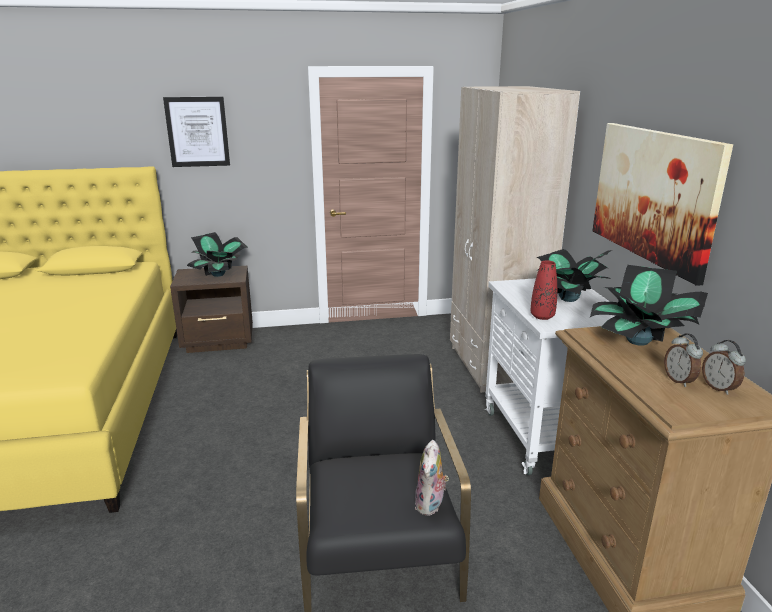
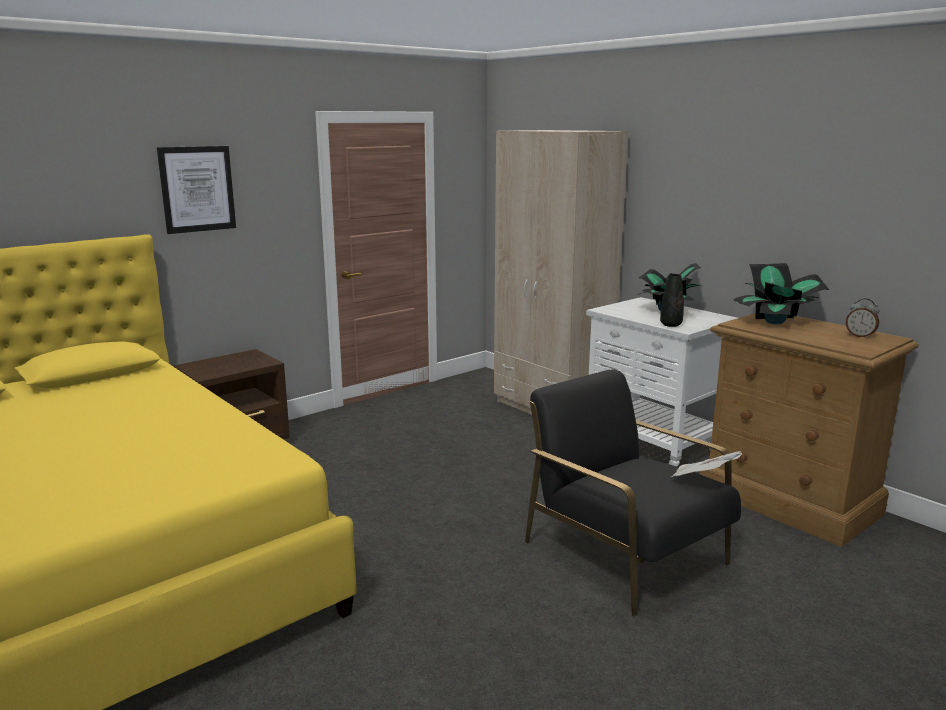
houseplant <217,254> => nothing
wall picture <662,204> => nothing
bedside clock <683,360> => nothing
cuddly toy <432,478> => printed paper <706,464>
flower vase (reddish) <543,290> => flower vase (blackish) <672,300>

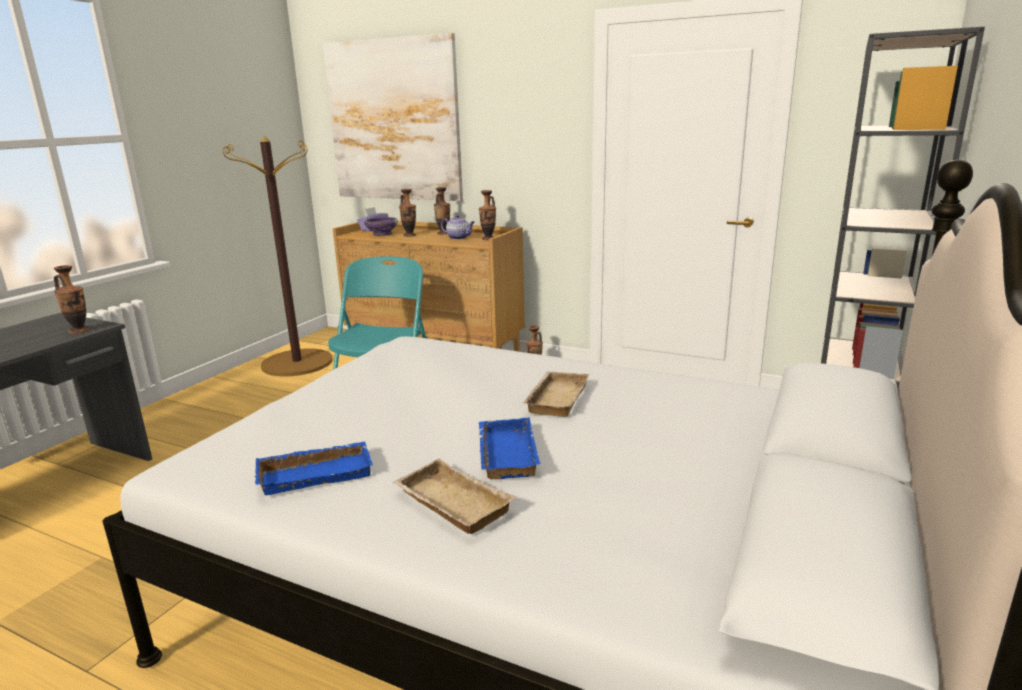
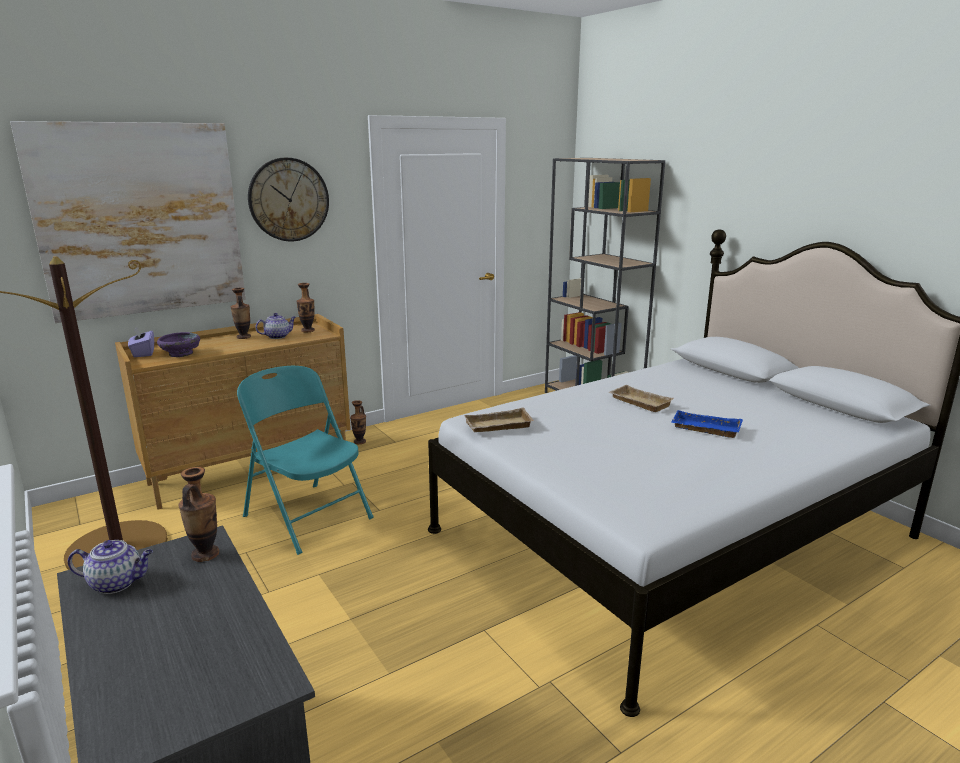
serving tray (blue-coloured) <314,468> => nothing
flower vase <407,213> => nothing
nothing => tea pot <110,567>
nothing => clock on the wall <288,199>
serving tray (beige-coloured) <454,496> => serving tray (beige-coloured) <499,419>, move

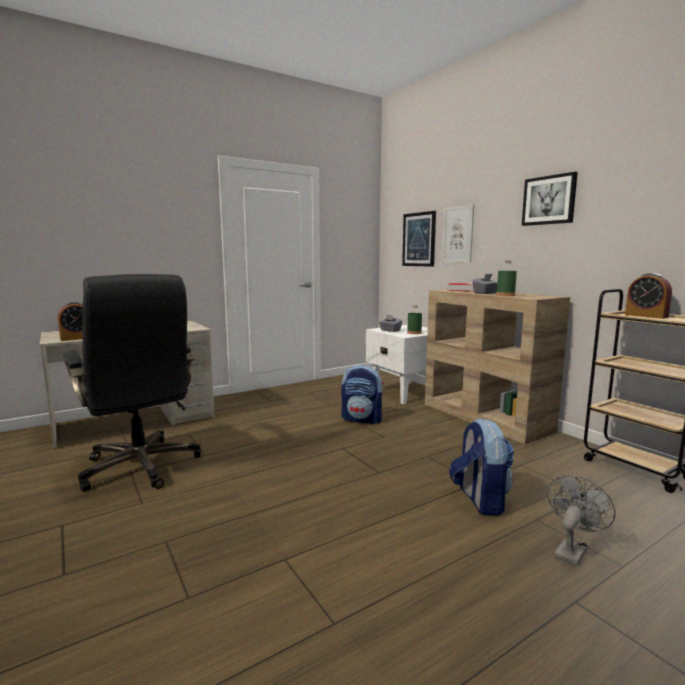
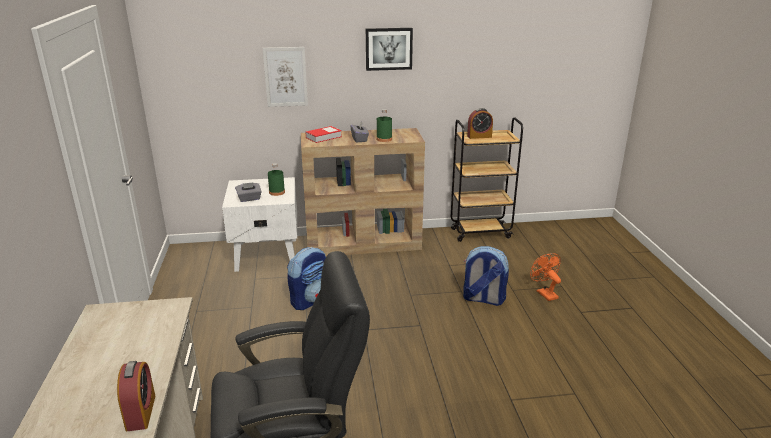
wall picture <419,239> => nothing
electric fan (gray) <581,520> => electric fan (orange-coloured) <545,277>

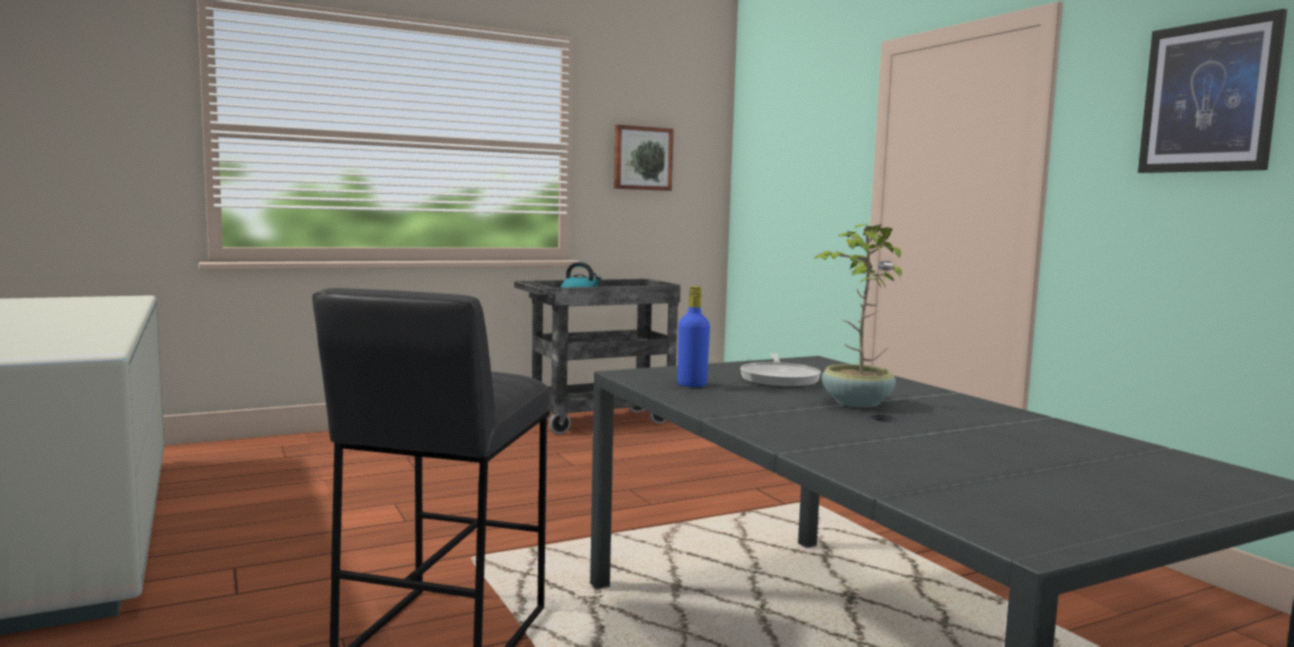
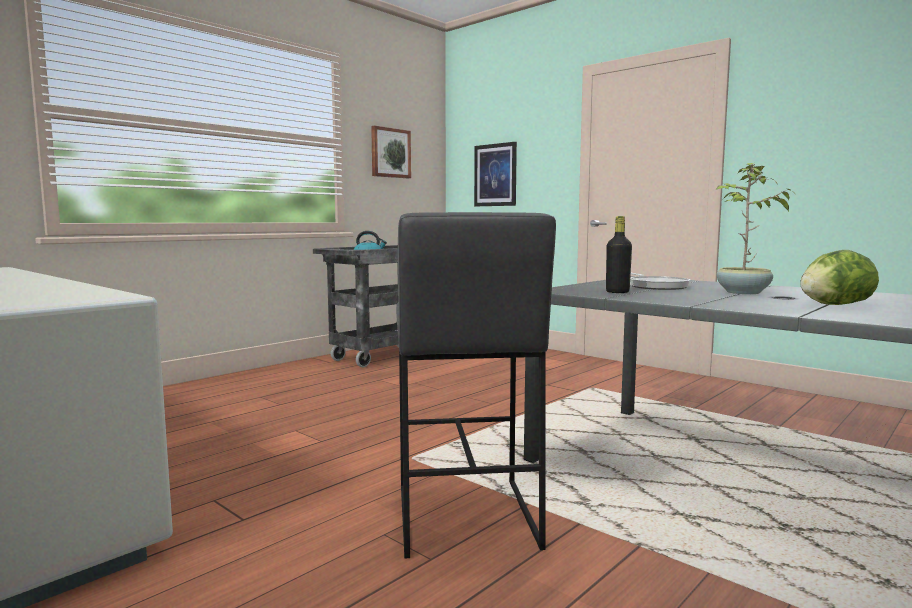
nothing => lettuce <839,277>
wall picture <1212,91> => wall picture <495,174>, move
drink bottle (blue-coloured) <694,336> => drink bottle (blackish) <619,254>

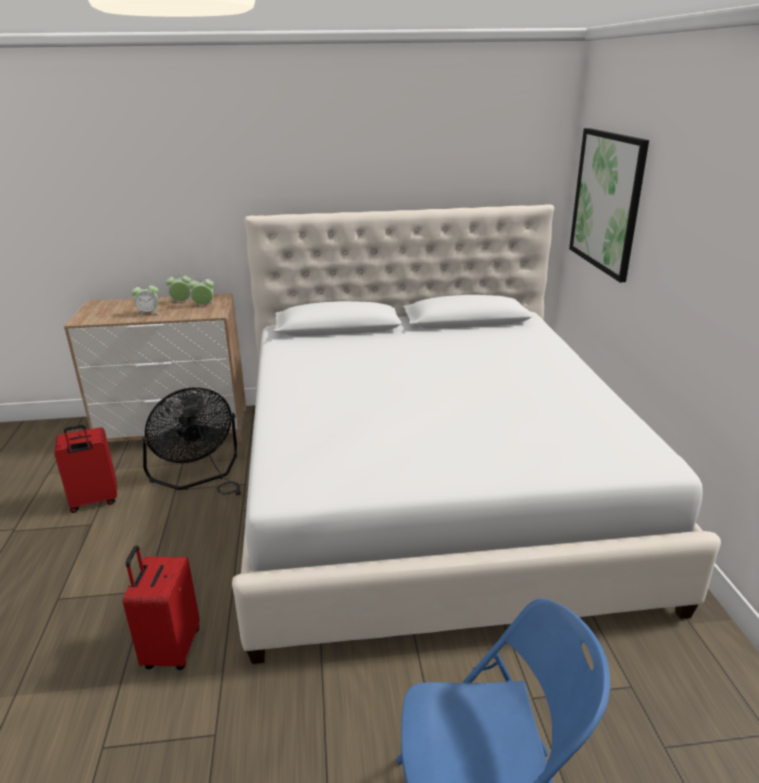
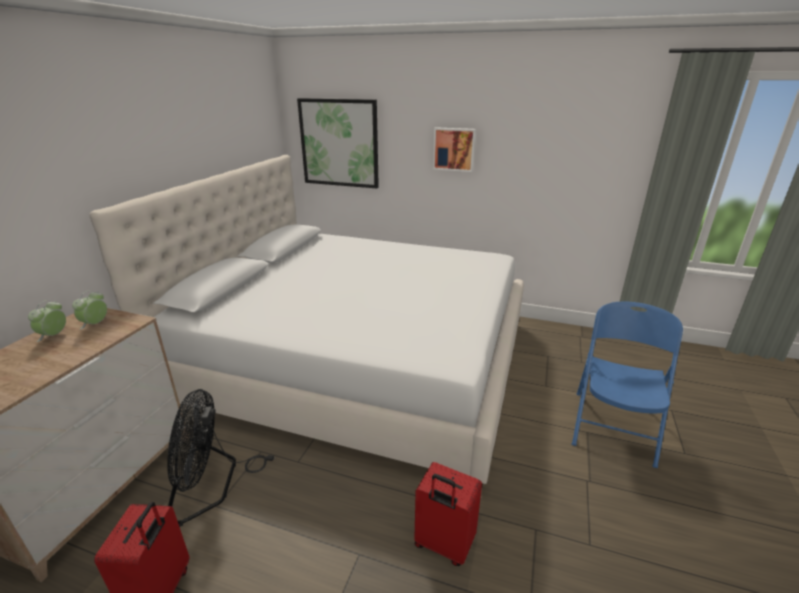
bedside clock <145,299> => nothing
nothing => wall picture <454,149>

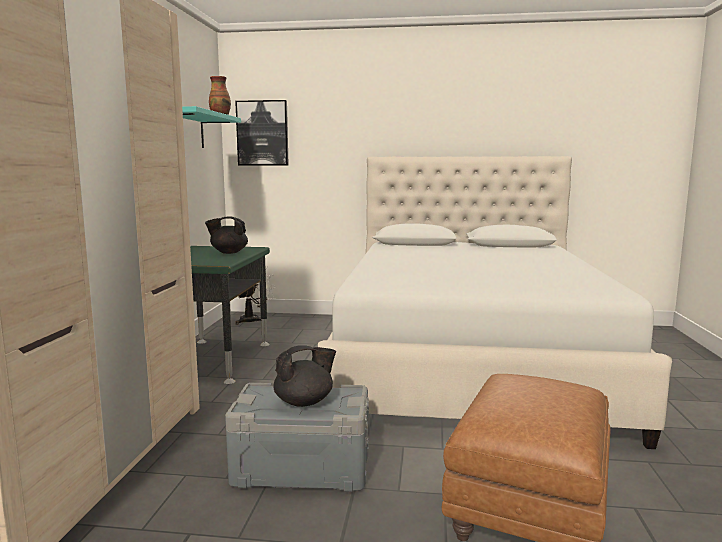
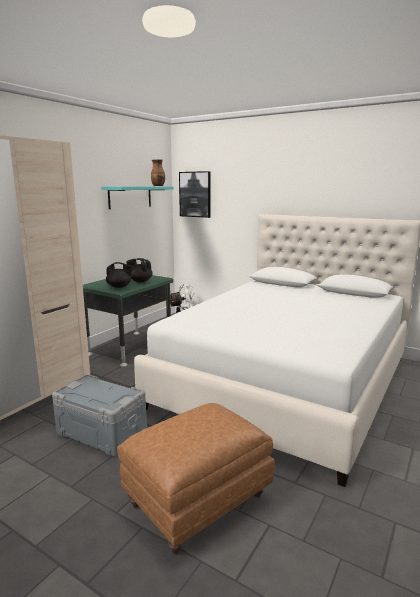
tea pot (blackish) <304,376> => tea pot (blackish) <120,275>, move

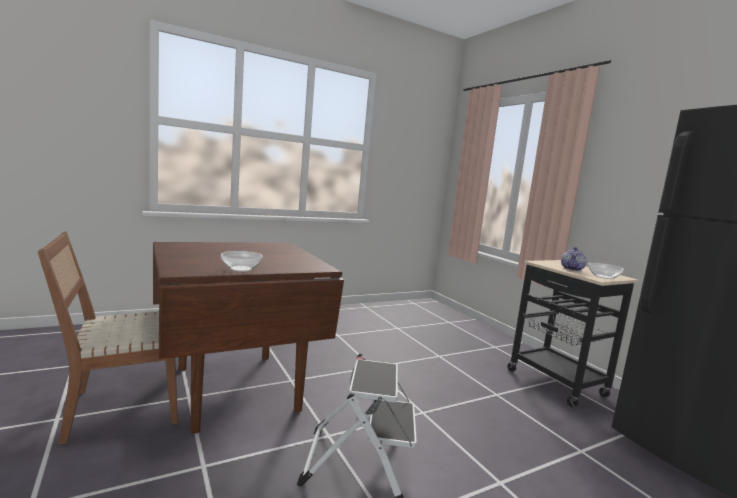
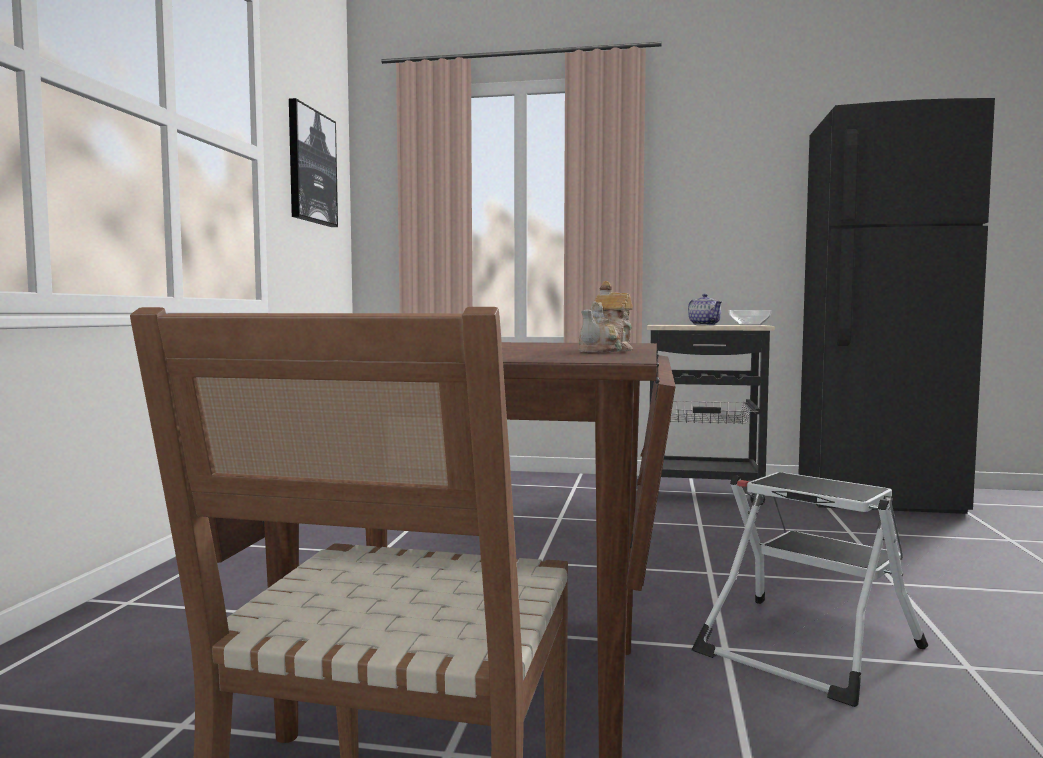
nothing => wall picture <313,162>
deep dish <241,261> => tea pot <606,316>

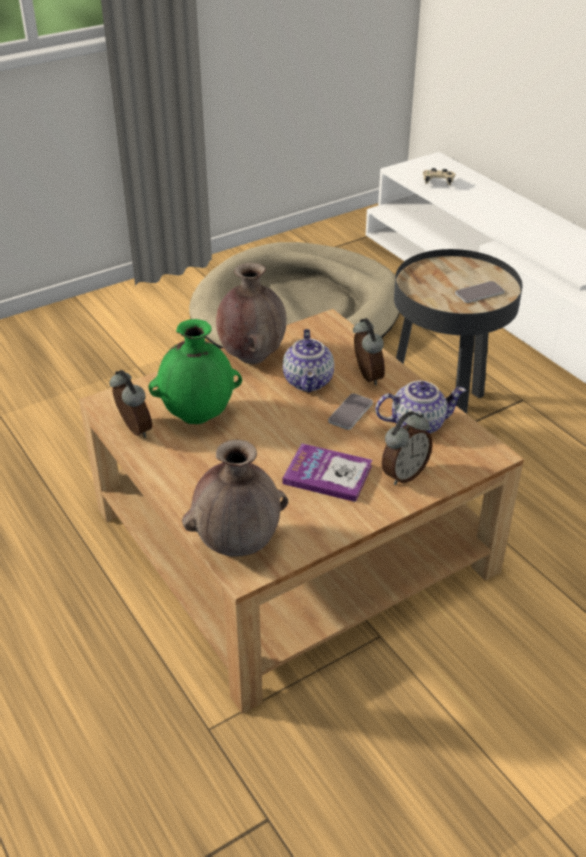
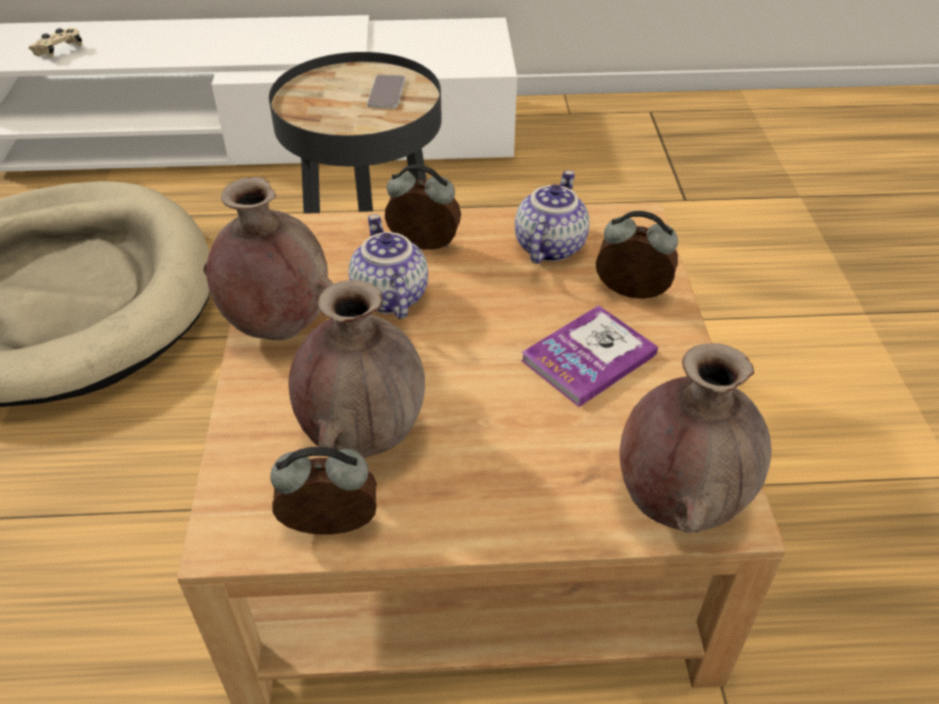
telephone <350,411> => nothing
flower vase (greenish) <195,371> => flower vase (brownish) <356,369>
tea pot <308,360> => tea pot <388,266>, 135 degrees counterclockwise
bedside clock <407,448> => bedside clock <637,255>, 60 degrees counterclockwise

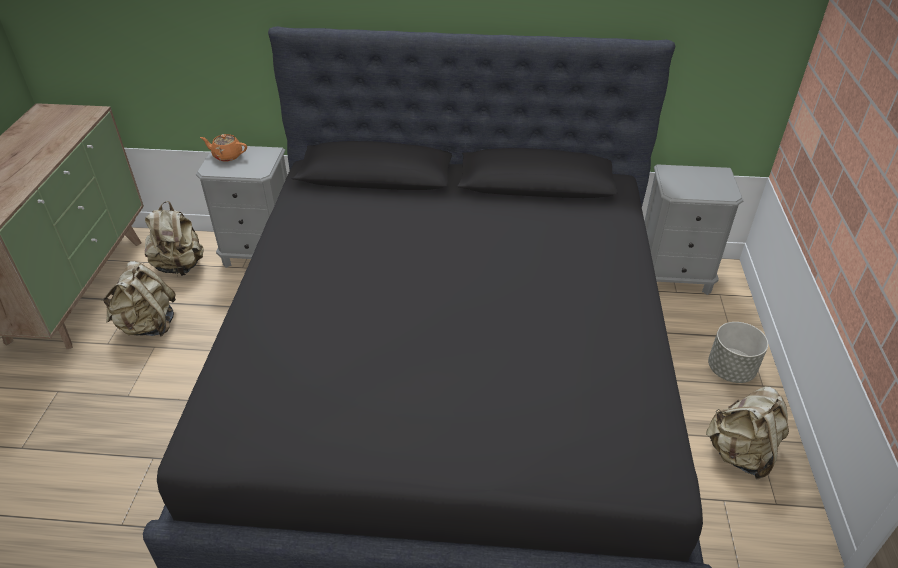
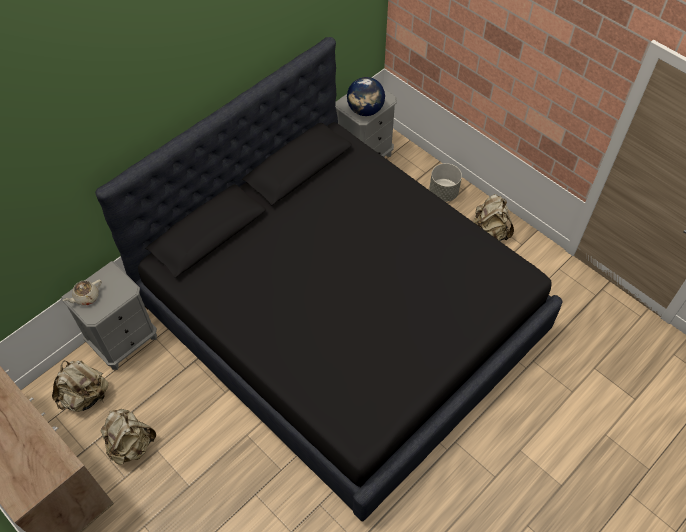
nothing => world globe <366,96>
tea pot (orange-coloured) <223,147> => tea pot (beige-coloured) <82,292>

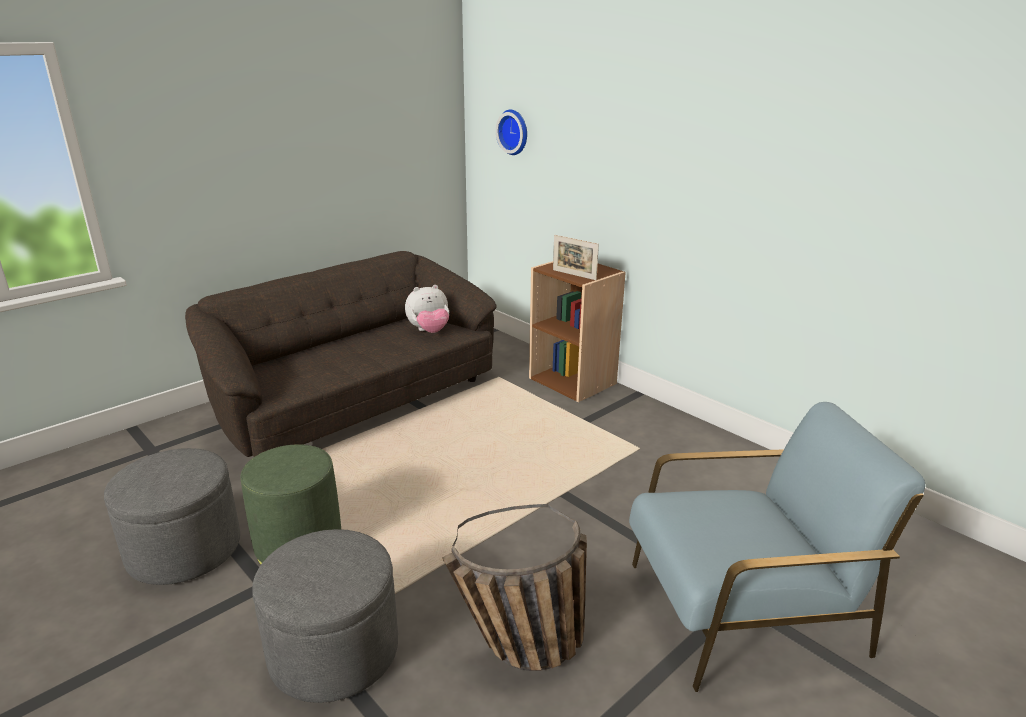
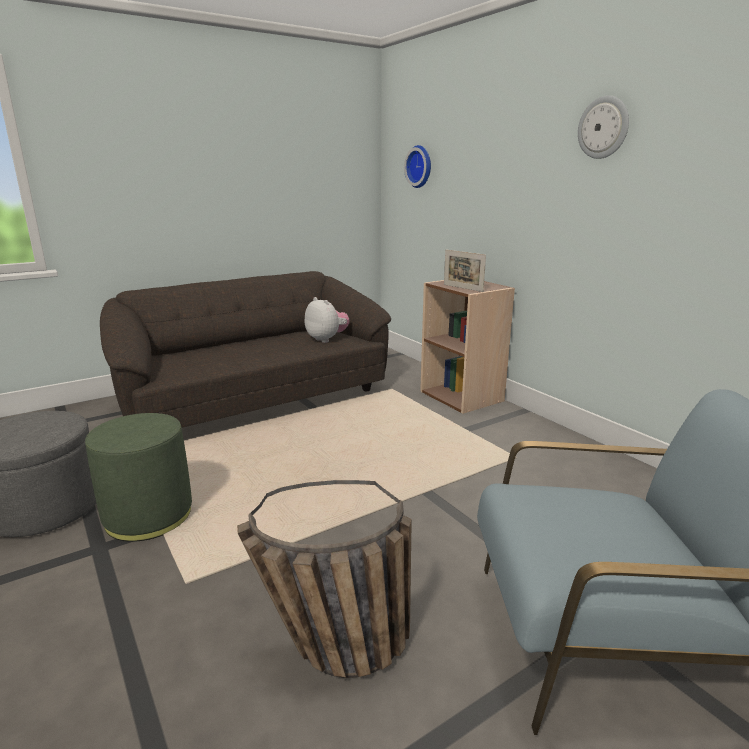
ottoman (gray) <325,616> => nothing
nothing => clock on the wall <603,127>
cuddly toy <427,309> => cuddly toy <327,320>, 120 degrees counterclockwise

